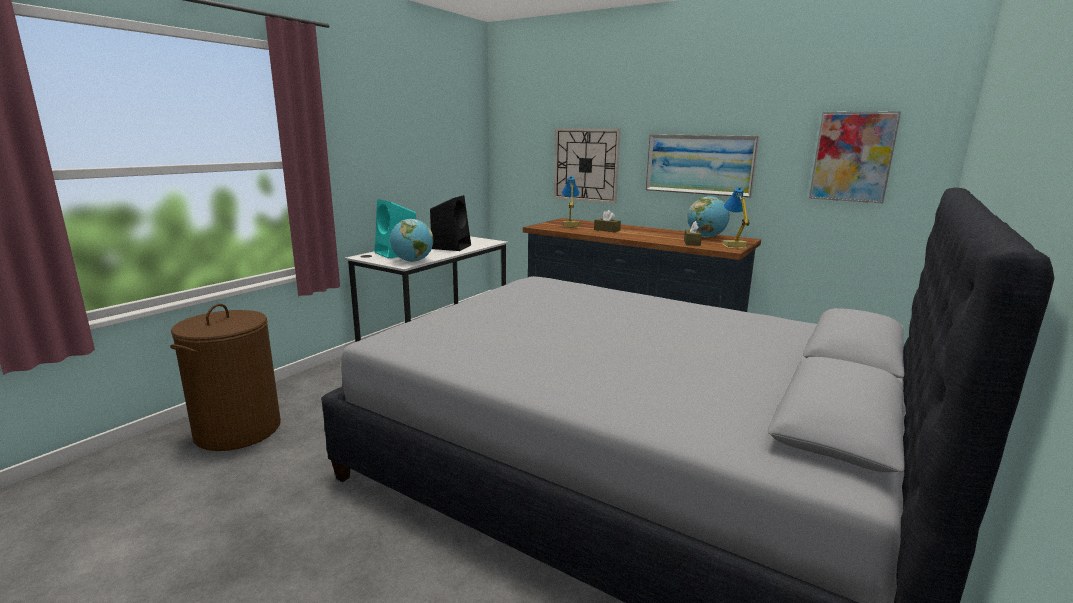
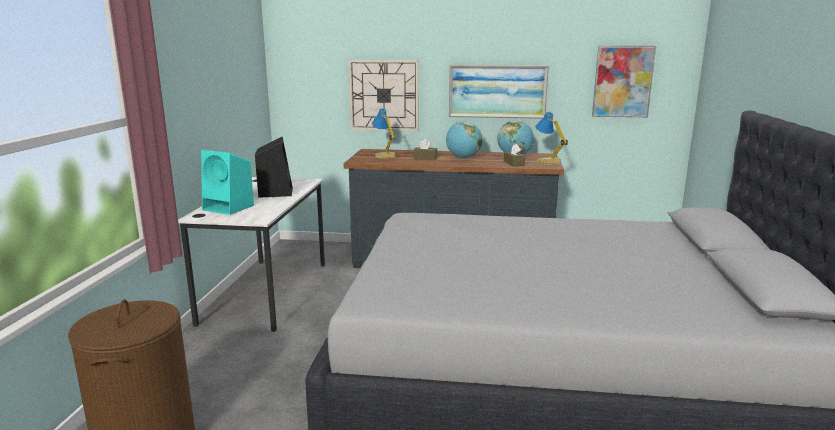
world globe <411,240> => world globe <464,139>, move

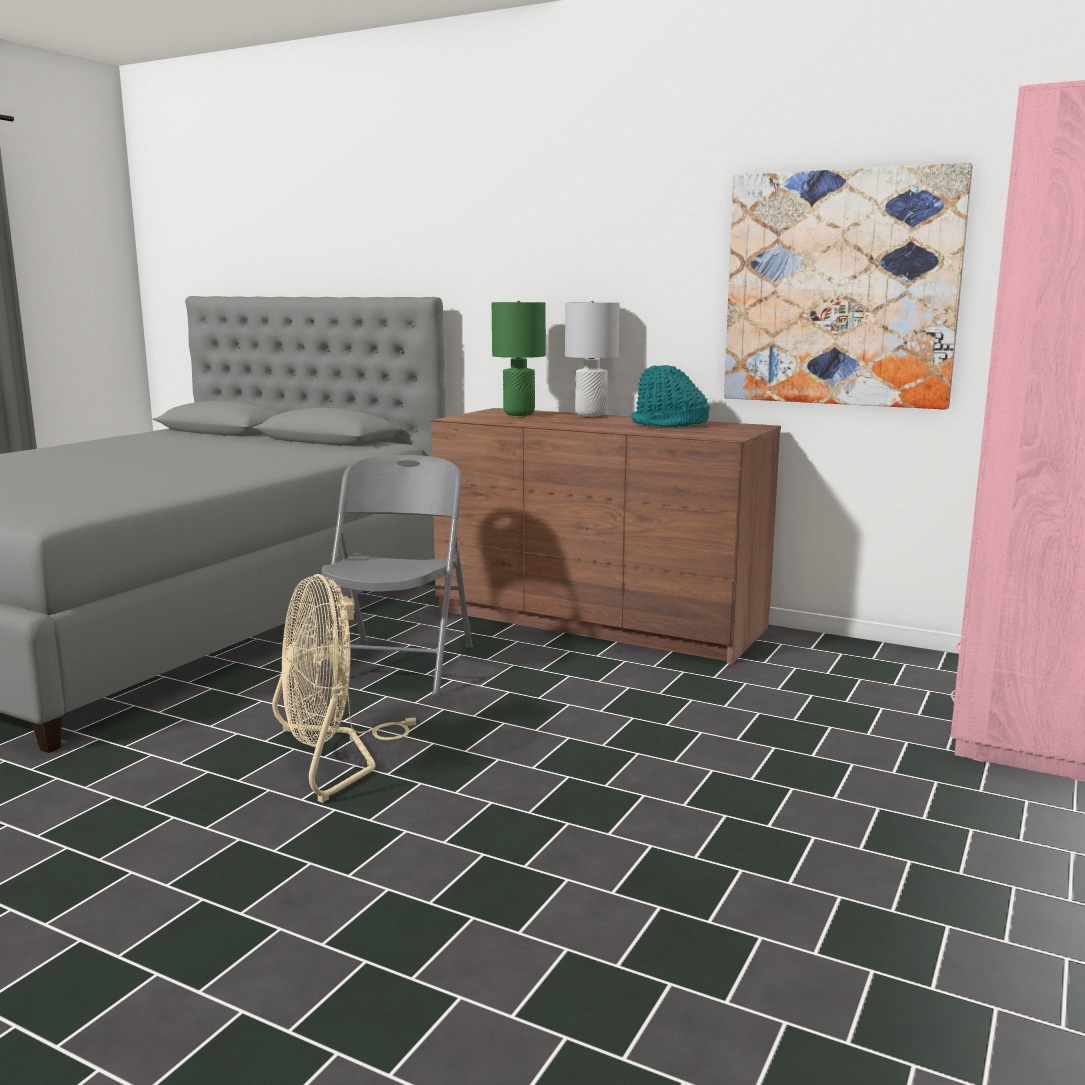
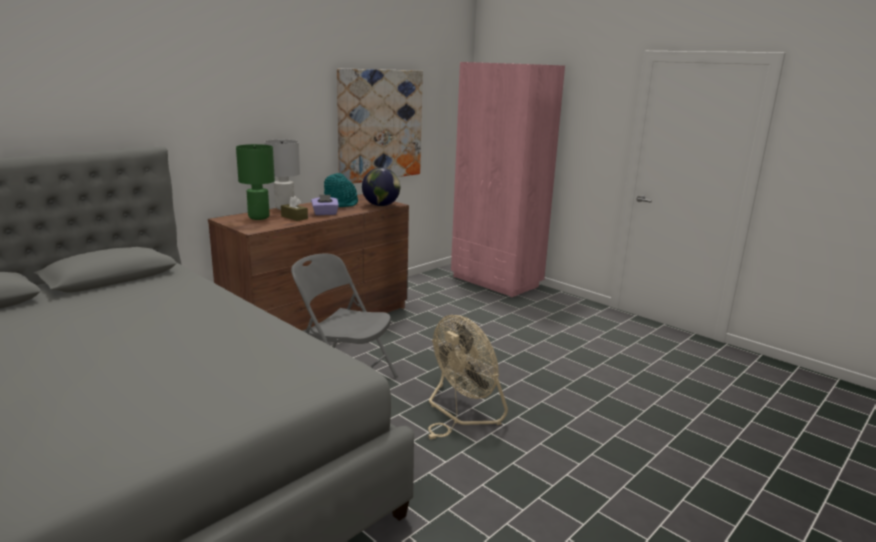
nothing => tissue box (brownish) <294,208>
nothing => tissue box (purplish) <325,205>
nothing => world globe <381,187>
electric fan (beige-coloured) <346,688> => electric fan (beige-coloured) <468,377>, 120 degrees counterclockwise

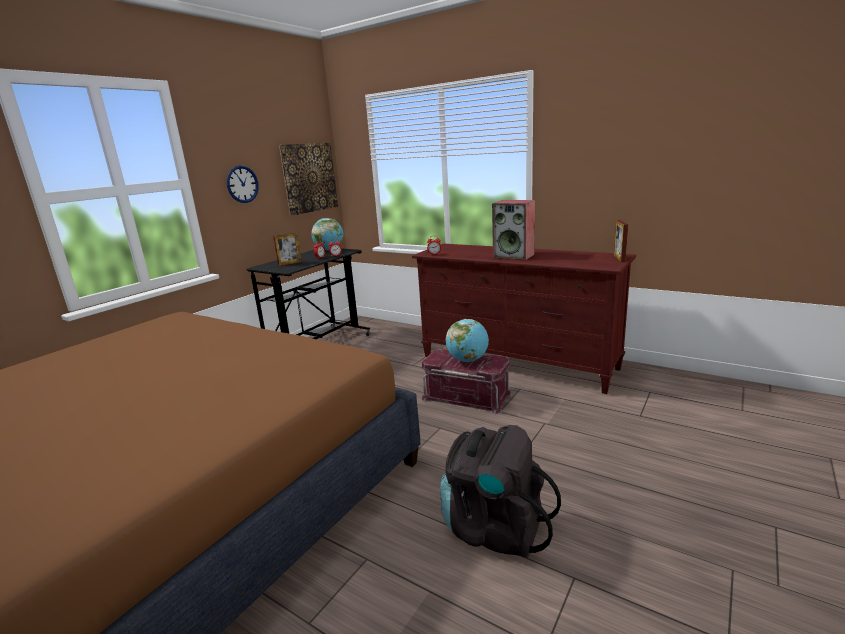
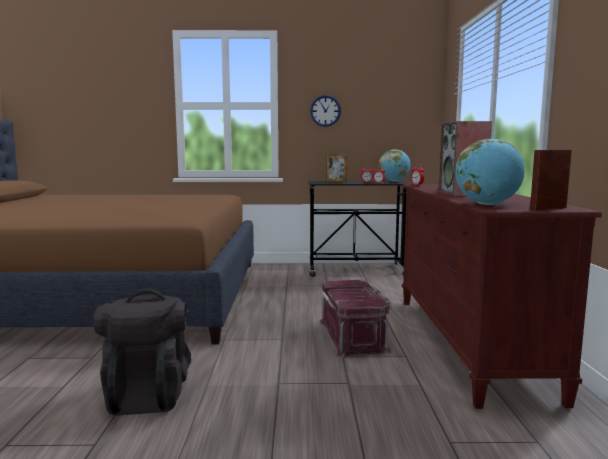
wall picture <308,179> => nothing
world globe <467,340> => world globe <490,172>, move

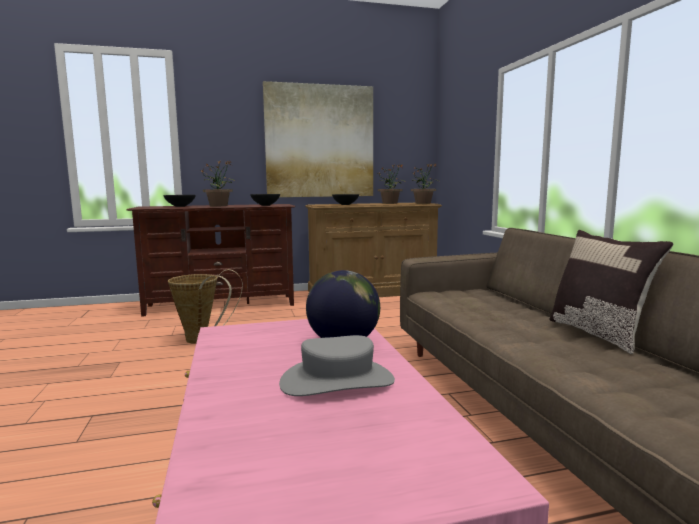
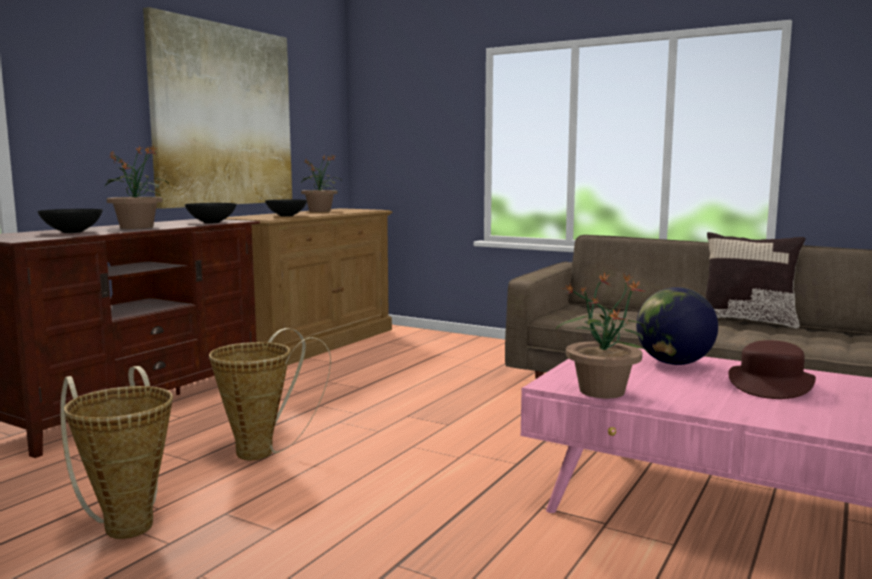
nothing => basket <116,452>
houseplant <425,183> => houseplant <602,335>, move
wearable hat (gray) <337,365> => wearable hat (brownish) <772,369>

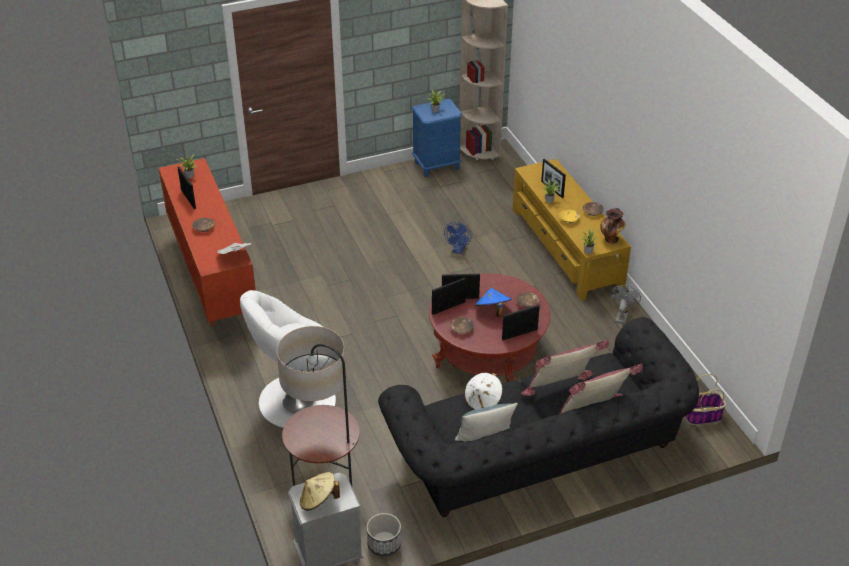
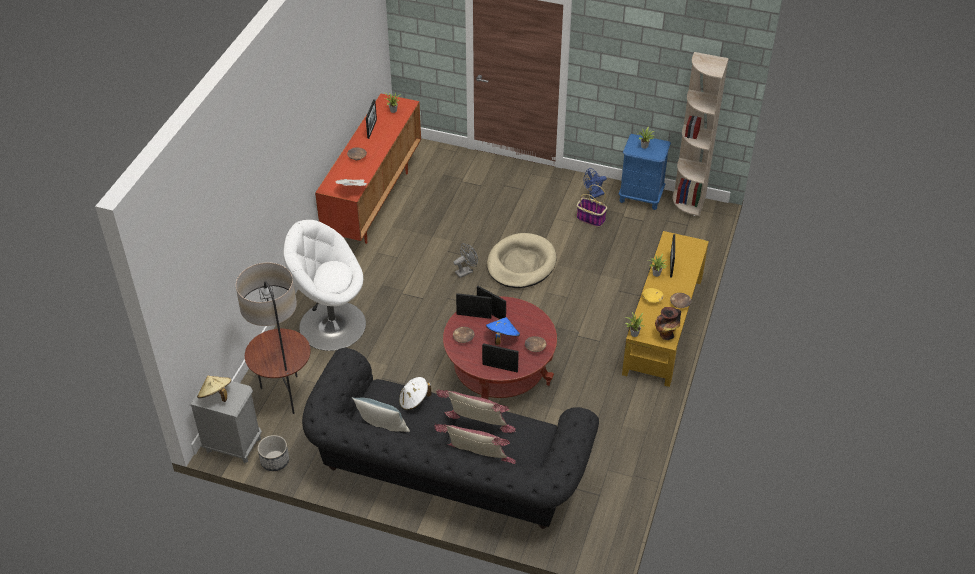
nothing => pet bed (beige-coloured) <521,260>
electric fan (blue-coloured) <457,238> => electric fan (blue-coloured) <595,183>, move
electric fan (gray) <625,304> => electric fan (gray) <465,260>, move
basket <705,399> => basket <592,206>, move

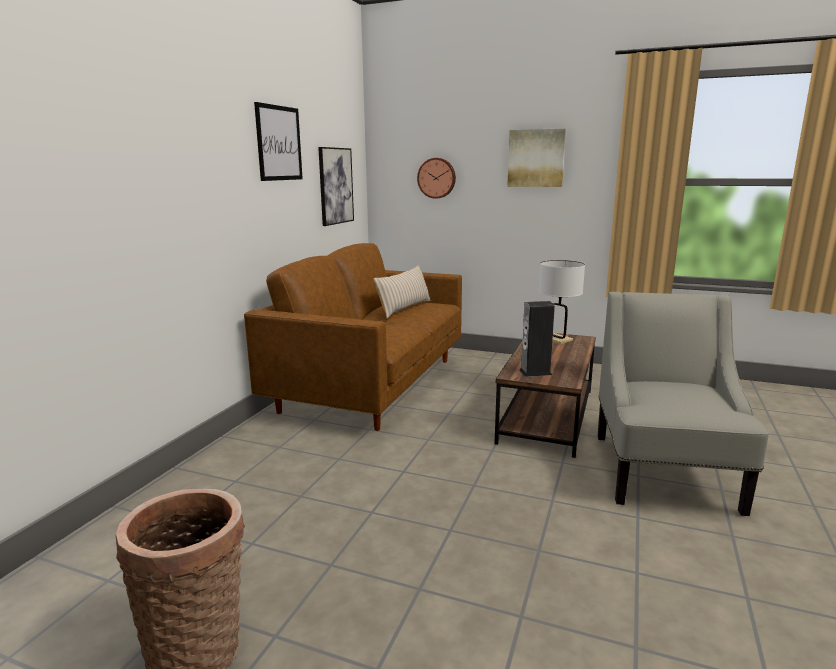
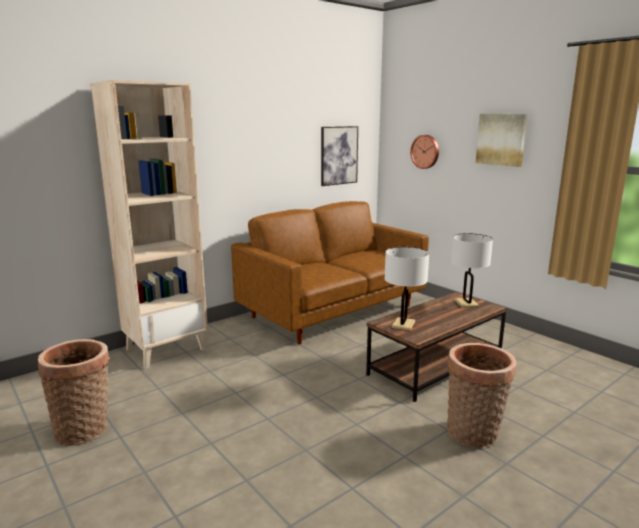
wall picture <278,141> => nothing
throw pillow (beige-coloured) <402,291> => nothing
nothing => bookcase (beige-coloured) <149,224>
loudspeaker <537,339> => lamp for a table (white) <407,289>
armchair (gray) <683,404> => basket <482,395>

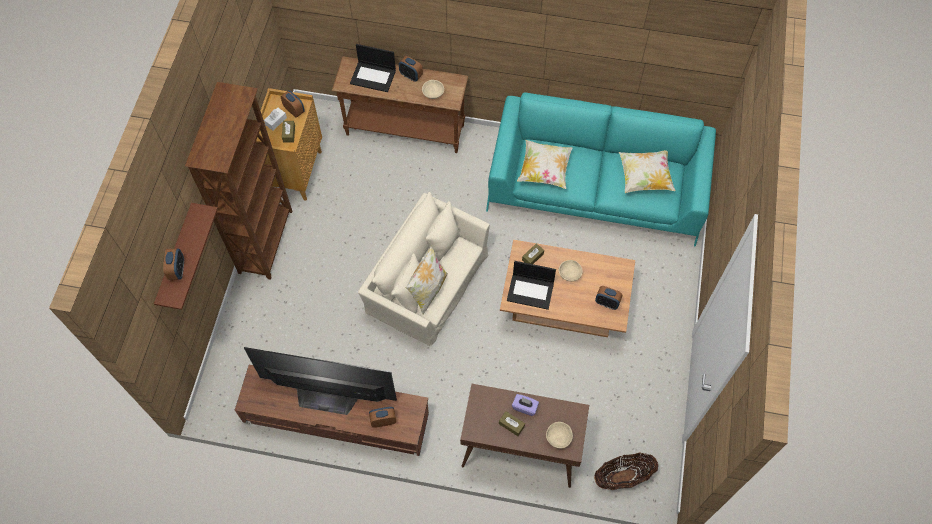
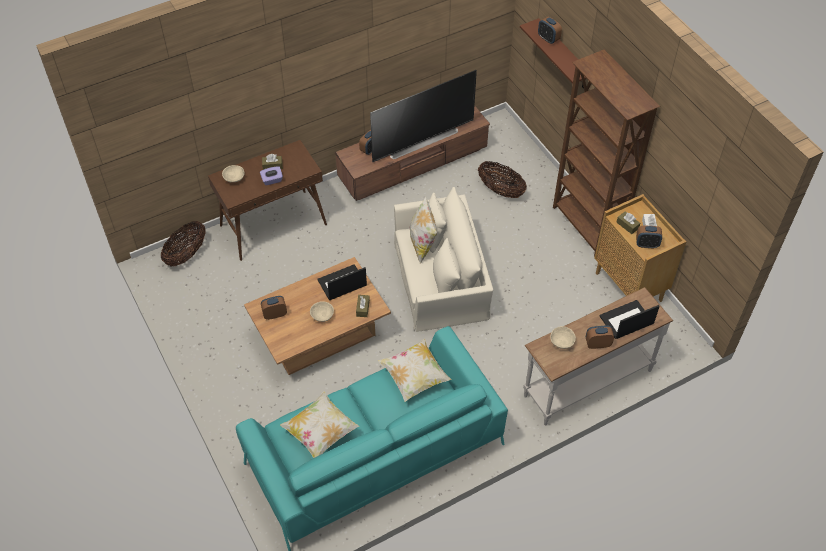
nothing => basket <502,179>
hall table (brownish) <400,104> => hall table (white) <598,356>

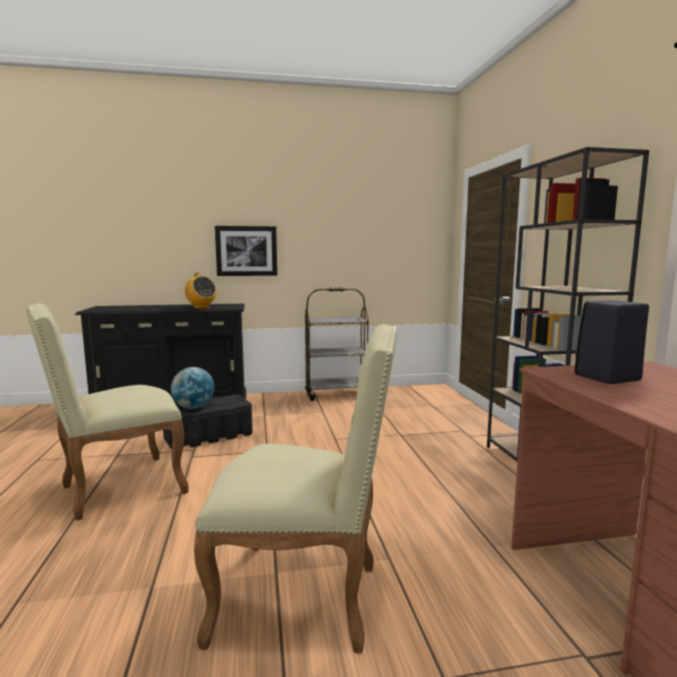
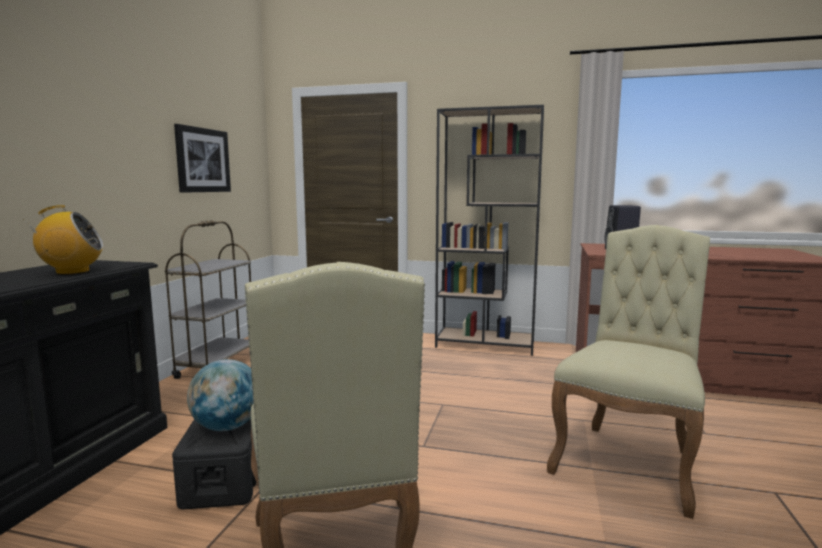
wall picture <246,251> => wall picture <202,158>, move

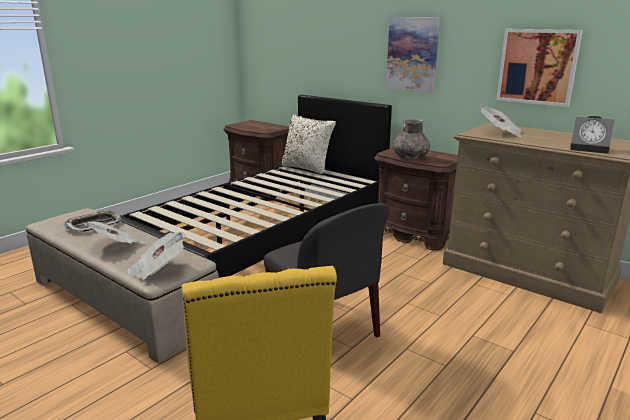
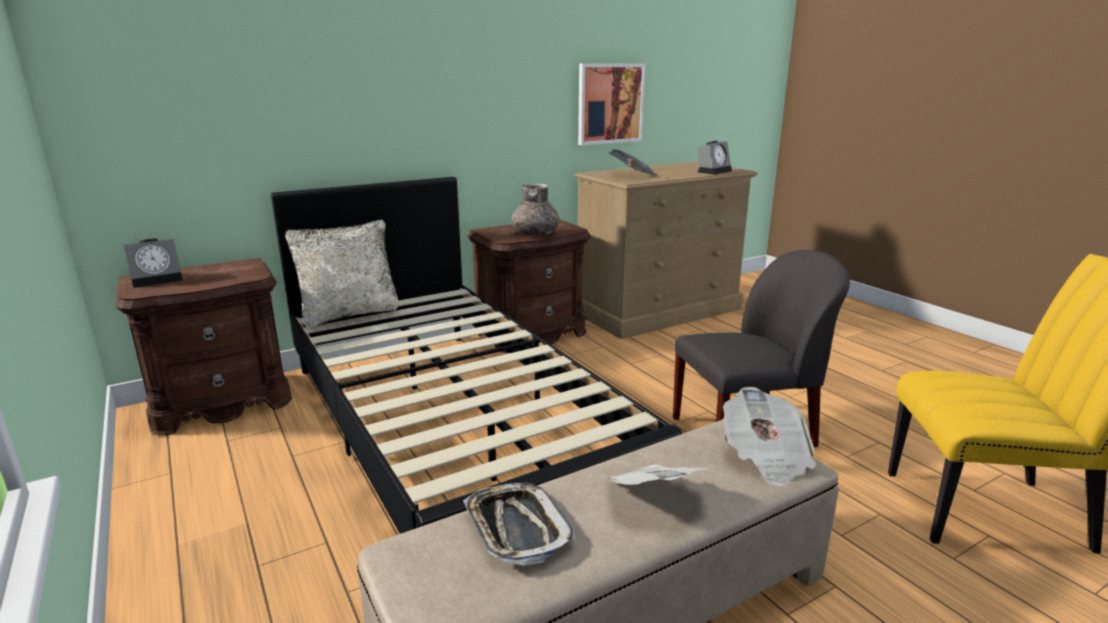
wall picture <413,55> => nothing
nothing => bedside clock <153,263>

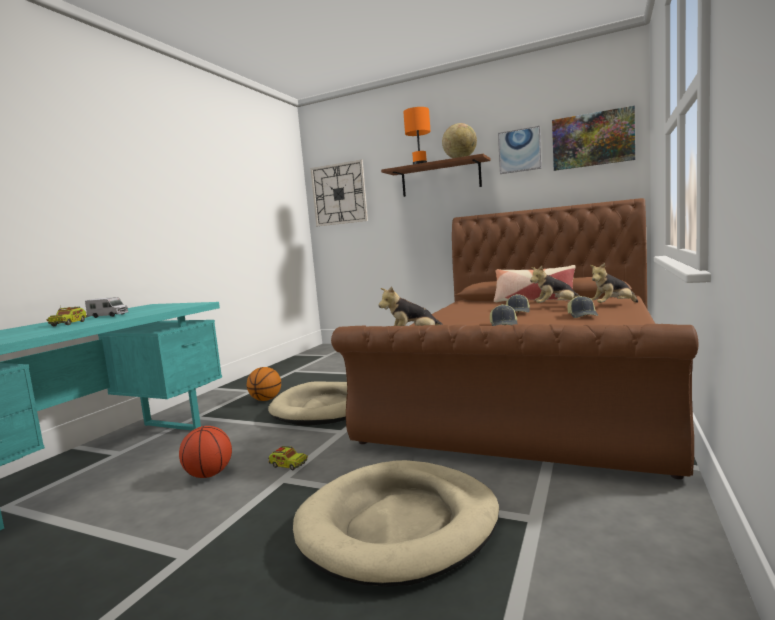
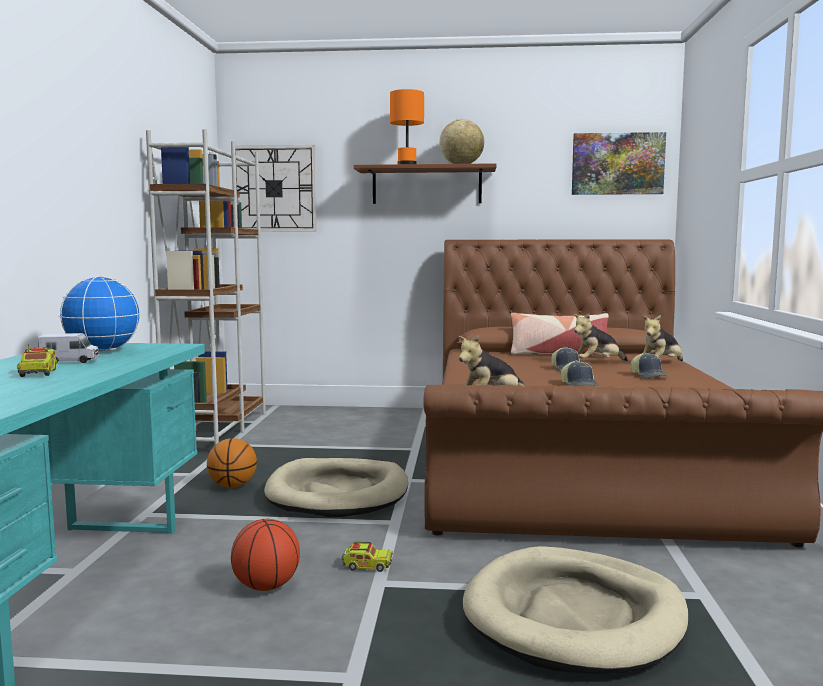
wall picture <520,150> => nothing
nothing => world globe <99,314>
nothing => bookcase (brownish) <206,287>

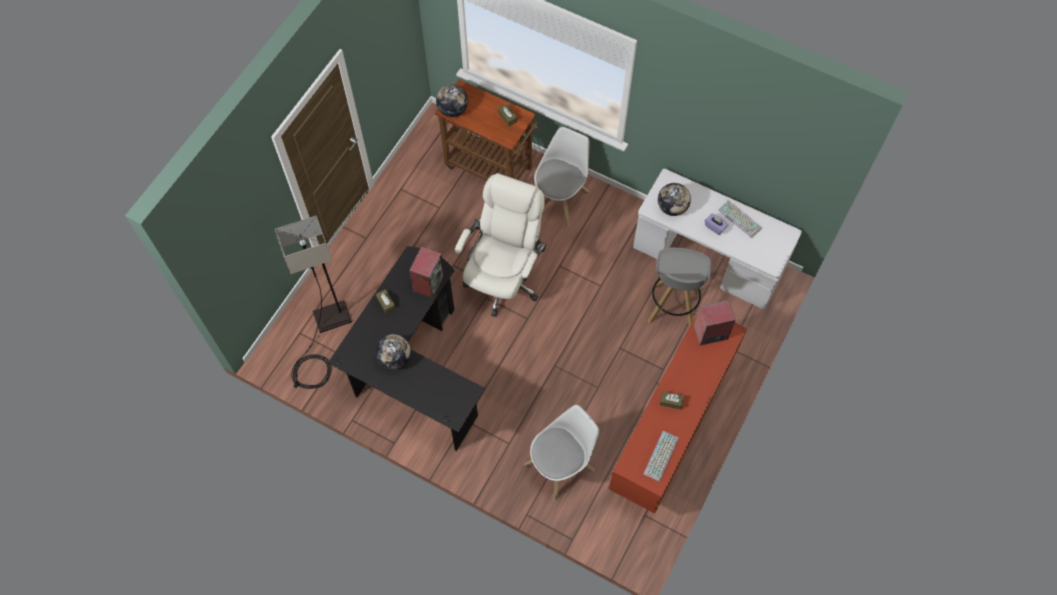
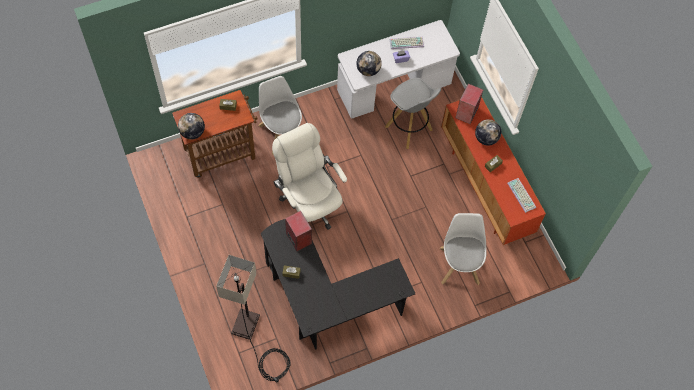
world globe <393,351> => world globe <488,132>, move

